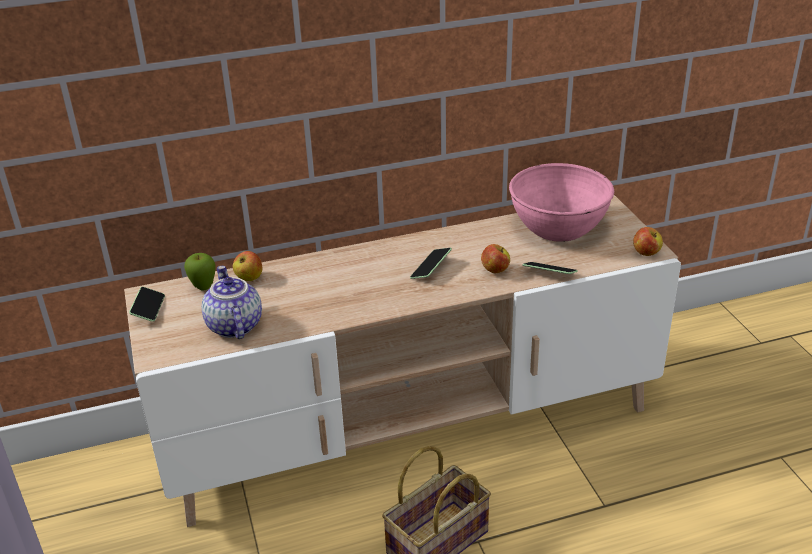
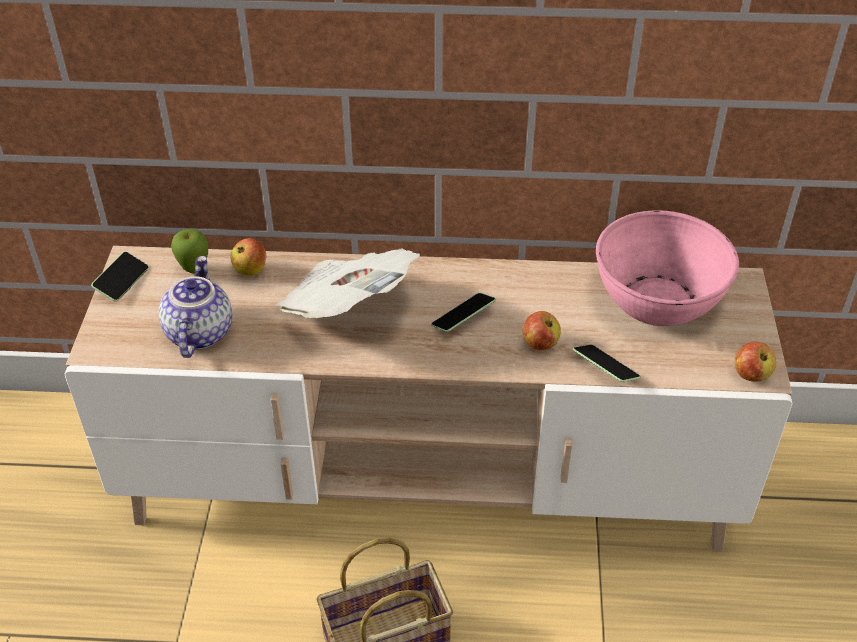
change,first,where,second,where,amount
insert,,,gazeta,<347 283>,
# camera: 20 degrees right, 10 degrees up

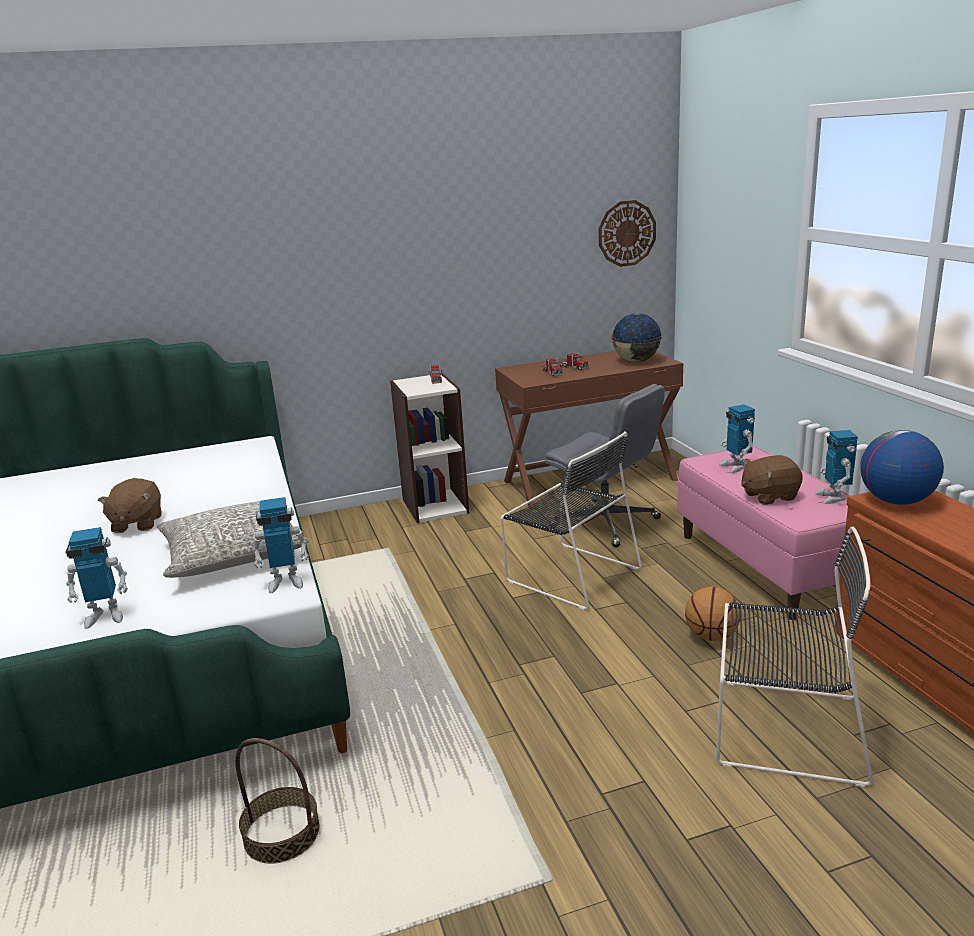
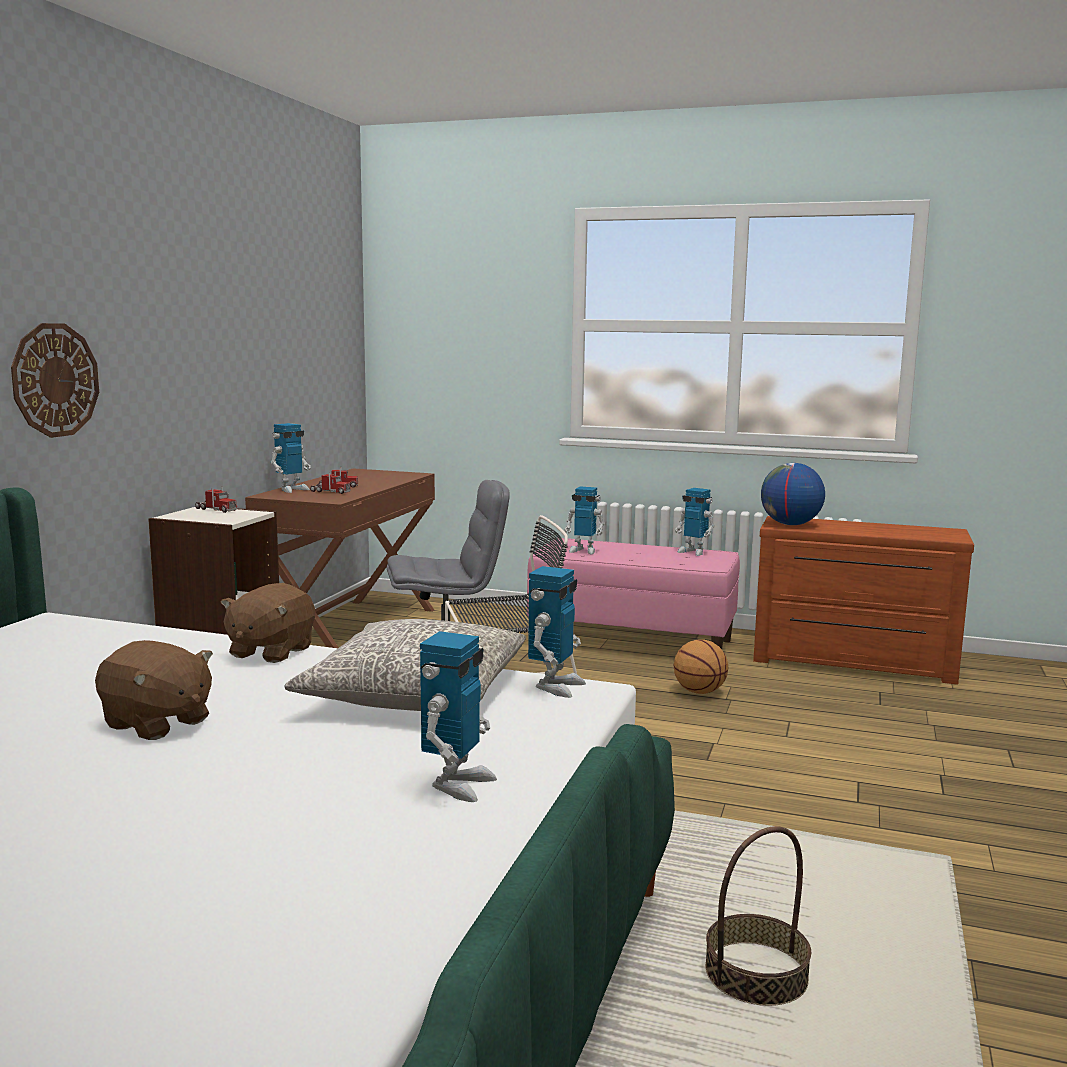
change,first,where,second,where,amount
move,zegar ścienny,<627 233>,,<55 380>,
move,pluszak/brązowy,<772 480>,,<268 623>,
insert,,,robot zabawkowy,<291 458>,
delete,globus,<636 337>,,,
delete,krzesło/czarny,<794 656>,,,
# camera: 55 degrees left, 10 degrees down

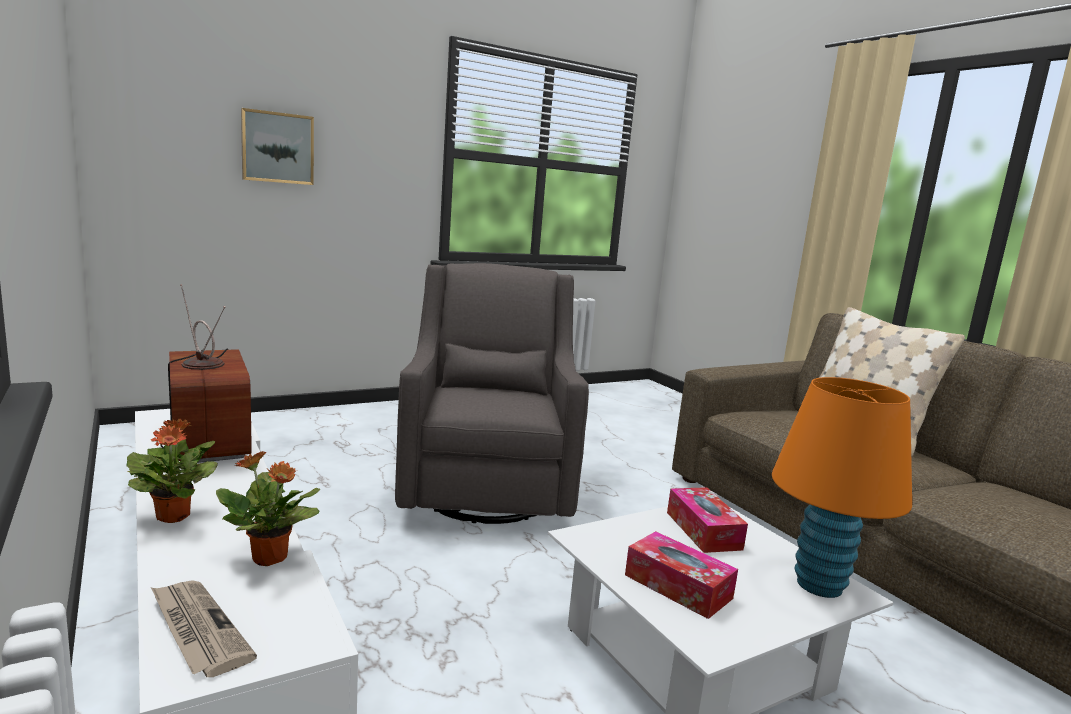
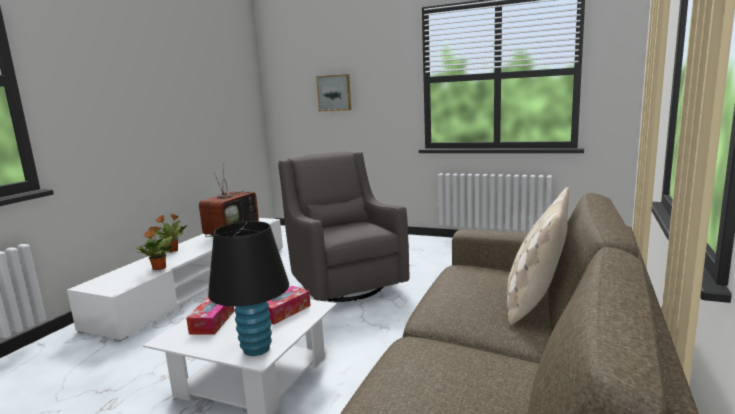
change,first,where,second,where,amount
recolor,lampa stołowa/pomarańczowy,<842 487>,lampa stołowa/czarny,<248 288>,
rotate,fotel/szary,<492 393>,,<343 227>,75 degrees counterclockwise
delete,gazeta,<204 628>,,,
# camera: 55 degrees right, 0 degrees up

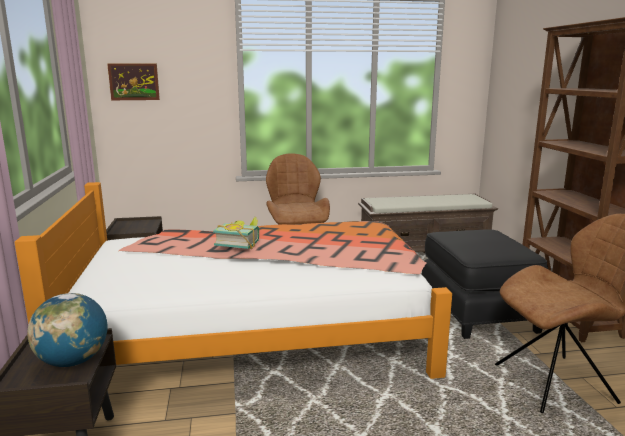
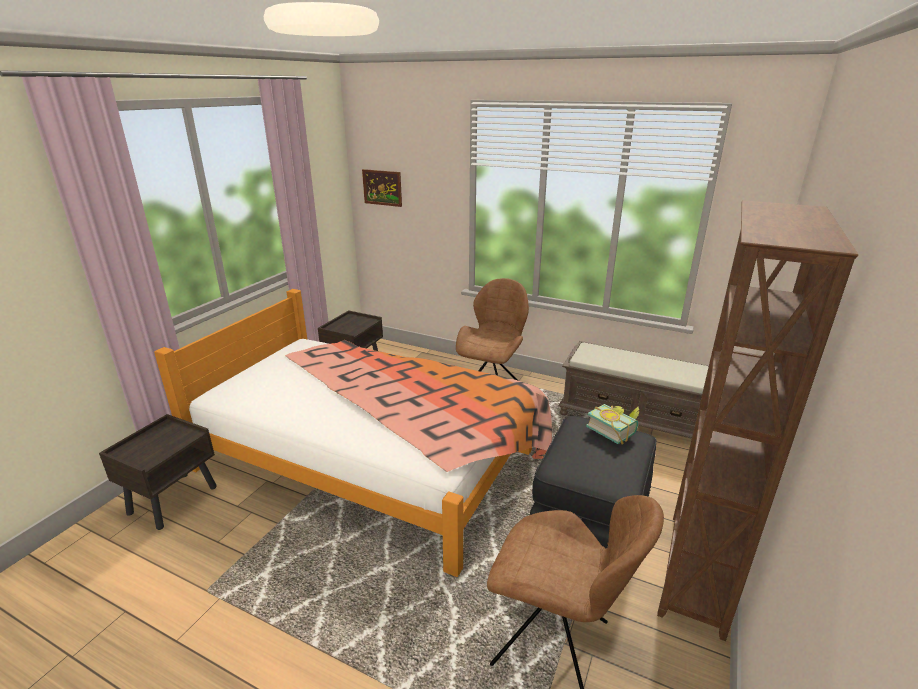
change,first,where,second,where,amount
move,książka,<236 233>,,<612 424>,
delete,globus,<67 330>,,,
# camera: 35 degrees right, 10 degrees up

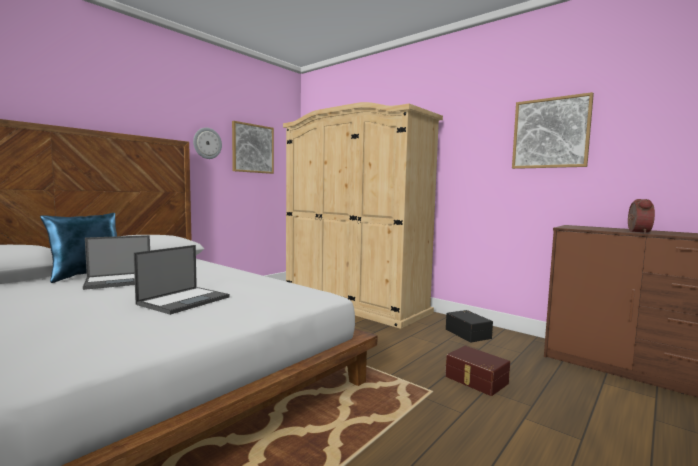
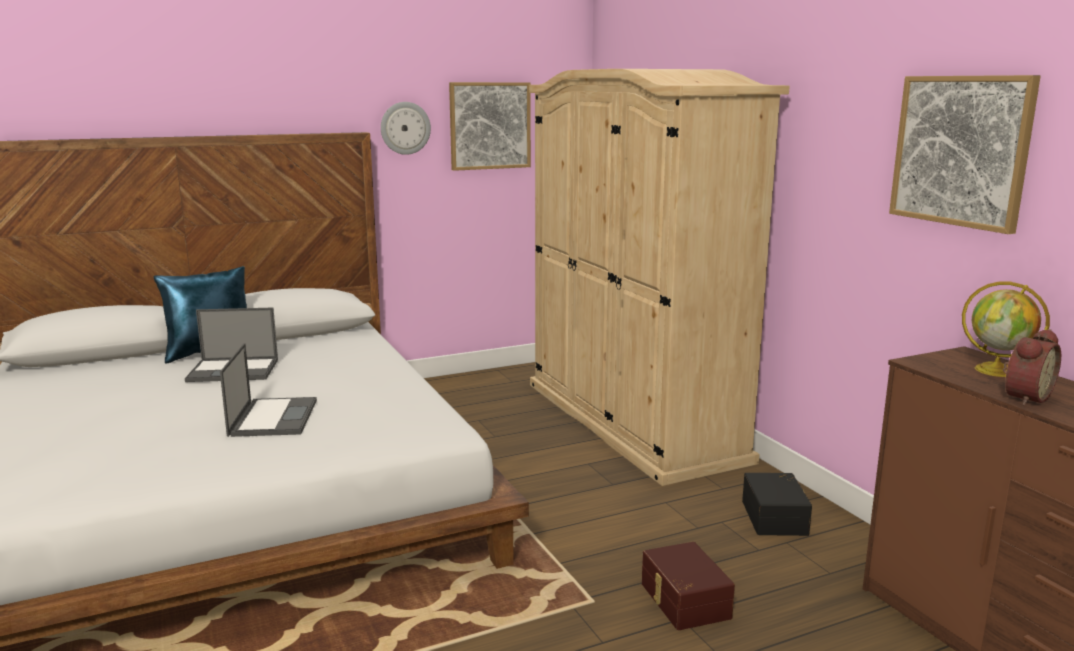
change,first,where,second,where,amount
rotate,laptop,<182 280>,,<268 390>,60 degrees counterclockwise
insert,,,globus,<1006 329>,
# camera: 25 degrees right, 10 degrees up

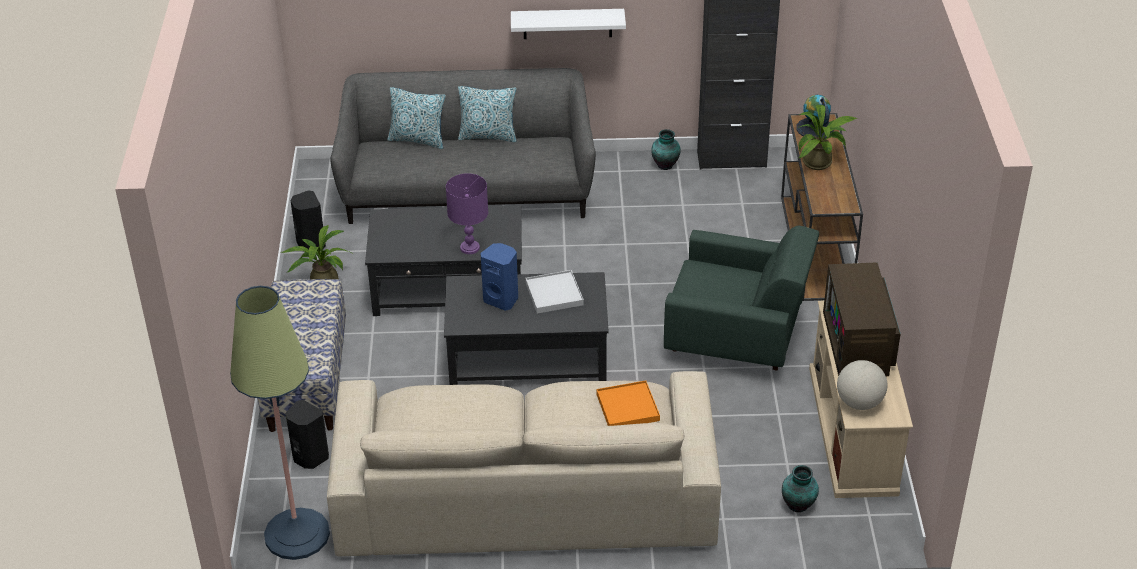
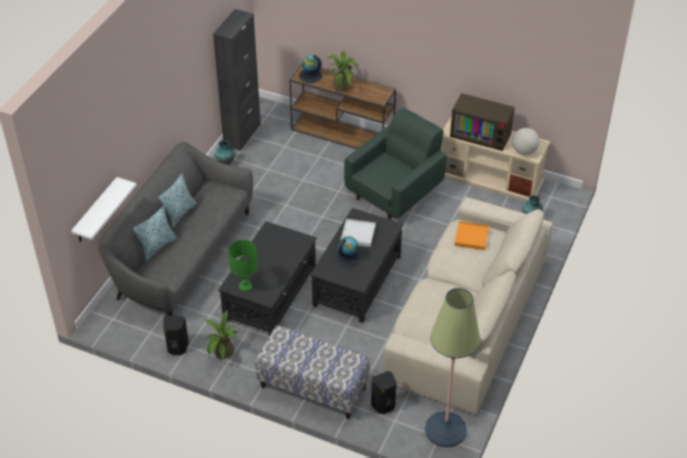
change,first,where,second,where,amount
move,półka/biały,<568 24>,,<104 209>,
insert,,,lampa stołowa/zielony,<243 266>,
replace,głośnik/niebieski,<499 277>,globus,<349 251>,
delete,lampa stołowa/fioletowy,<467 213>,,,
# camera: 65 degrees left, 5 degrees up

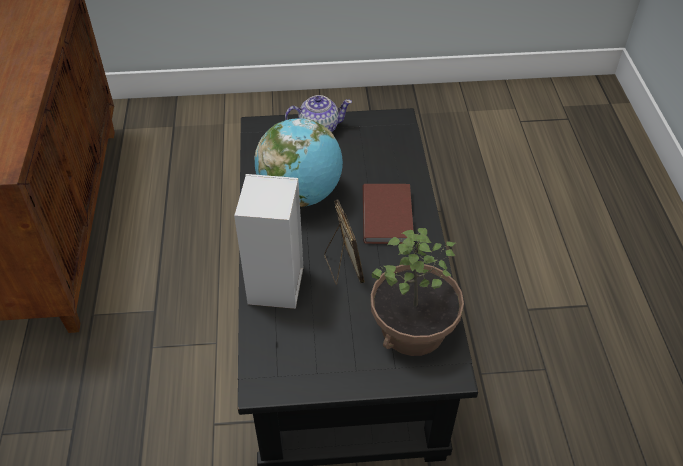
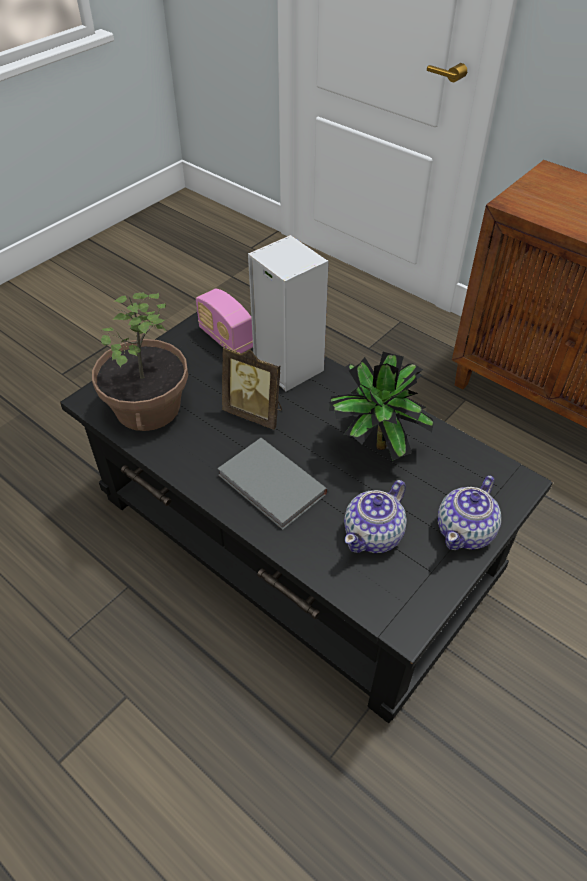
change,first,where,second,where,amount
insert,,,radio,<224 321>,
recolor,książka/brązowy,<388 214>,książka/szary,<272 484>,
replace,globus,<298 162>,roślina doniczkowa,<381 406>,
insert,,,imbryk,<375 516>,
# camera: 135 degrees right, 0 degrees up

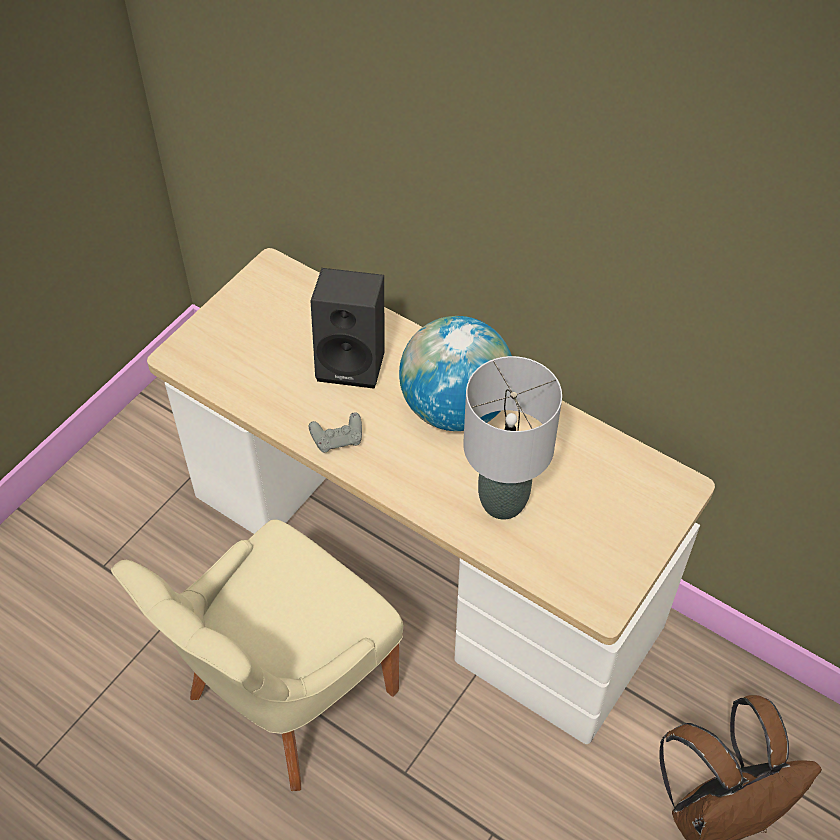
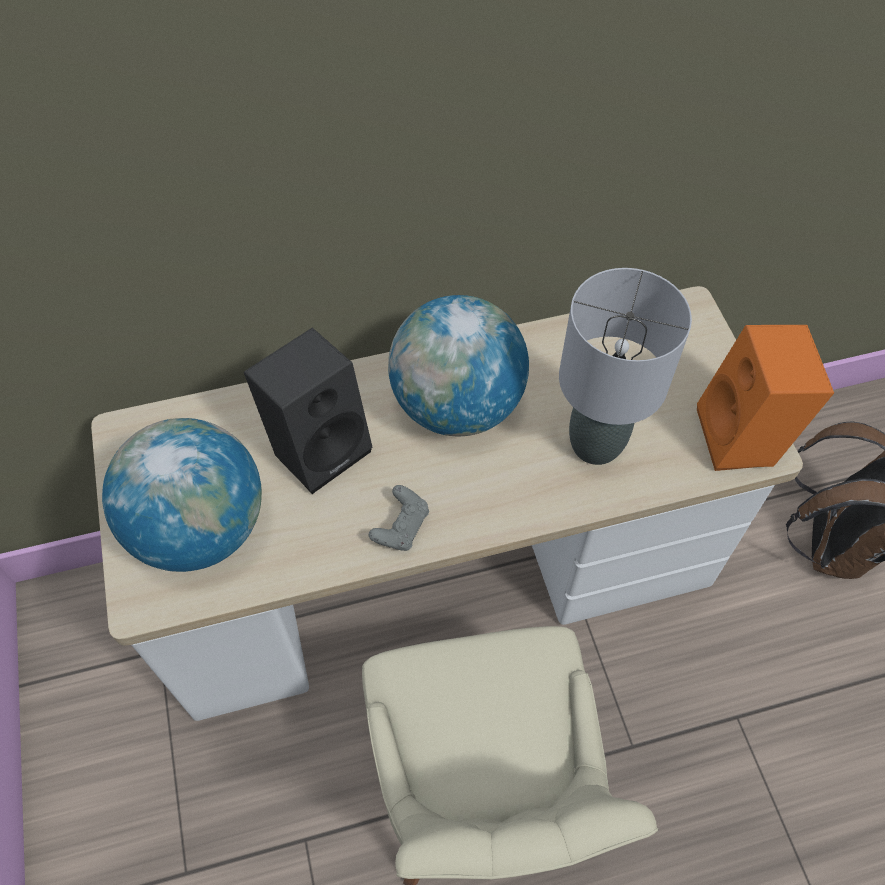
change,first,where,second,where,amount
insert,,,globus,<182 495>,
insert,,,głośnik/pomarańczowy,<765 398>,
# camera: 50 degrees left, 5 degrees up

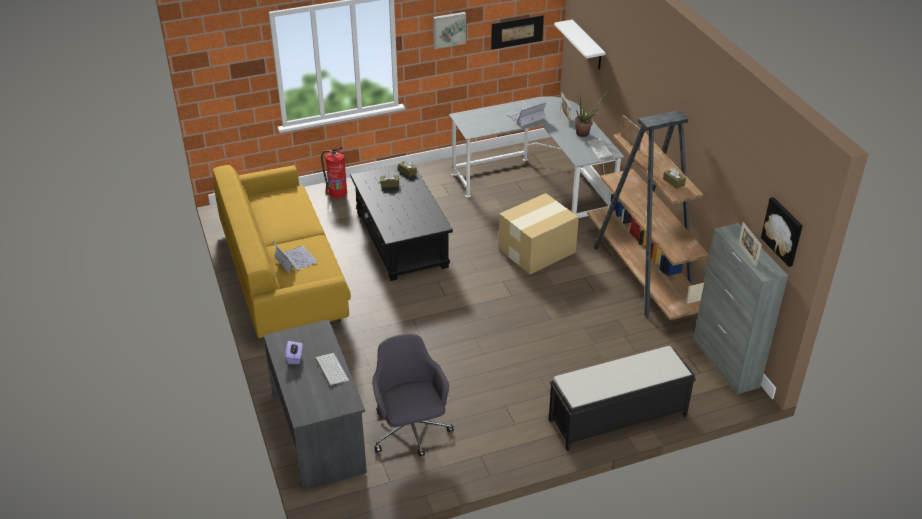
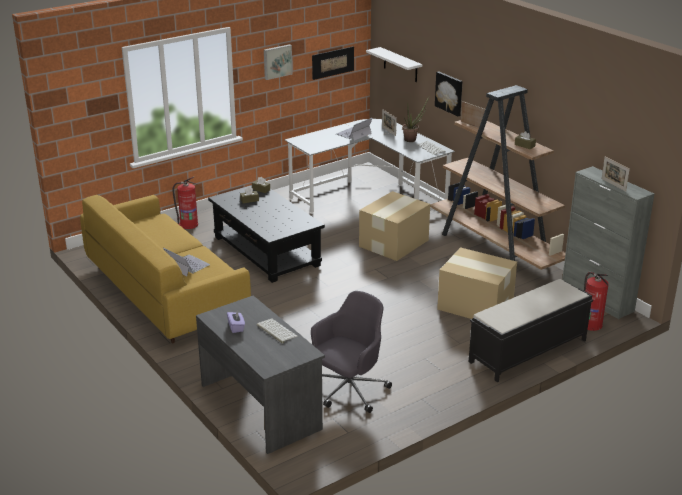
change,first,where,second,where,amount
rotate,krzesło biurowe/szary,<413 395>,,<351 352>,75 degrees clockwise
move,obraz,<782 232>,,<448 93>,
insert,,,karton,<477 283>,
insert,,,gaśnica,<596 301>,
# camera: 15 degrees left, 10 degrees down

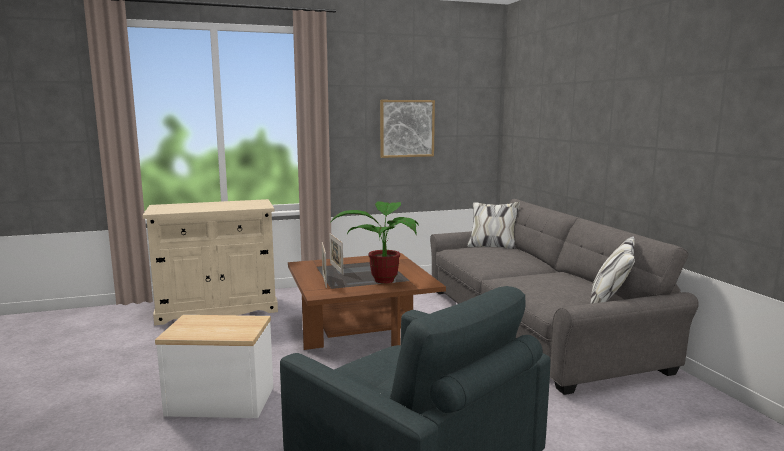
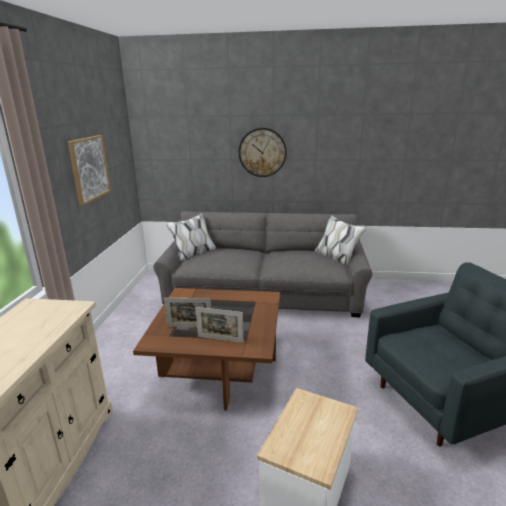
change,first,where,second,where,amount
insert,,,zegar ścienny,<263 152>,
delete,roślina doniczkowa,<374 242>,,,
# camera: 65 degrees left, 10 degrees up

